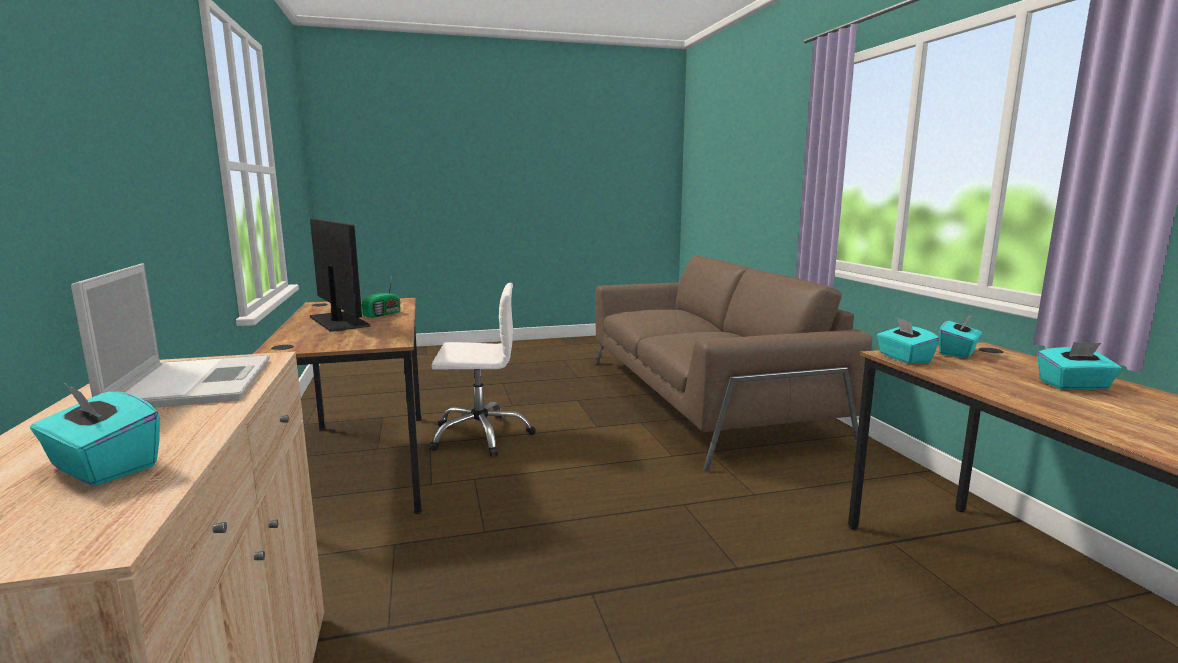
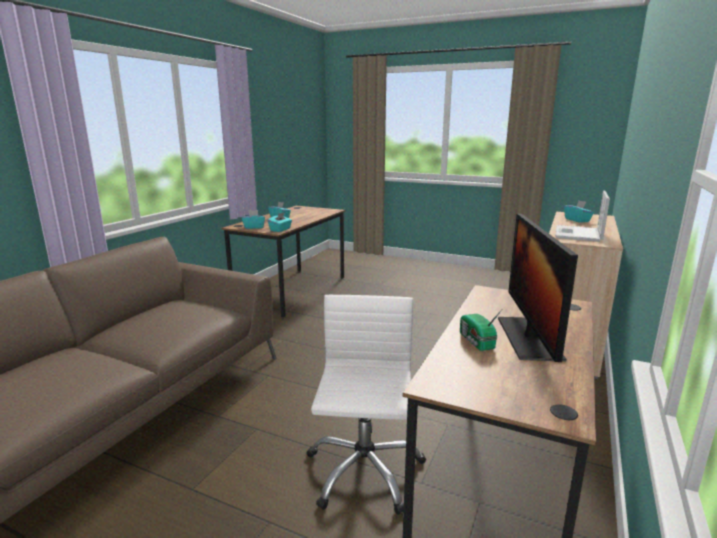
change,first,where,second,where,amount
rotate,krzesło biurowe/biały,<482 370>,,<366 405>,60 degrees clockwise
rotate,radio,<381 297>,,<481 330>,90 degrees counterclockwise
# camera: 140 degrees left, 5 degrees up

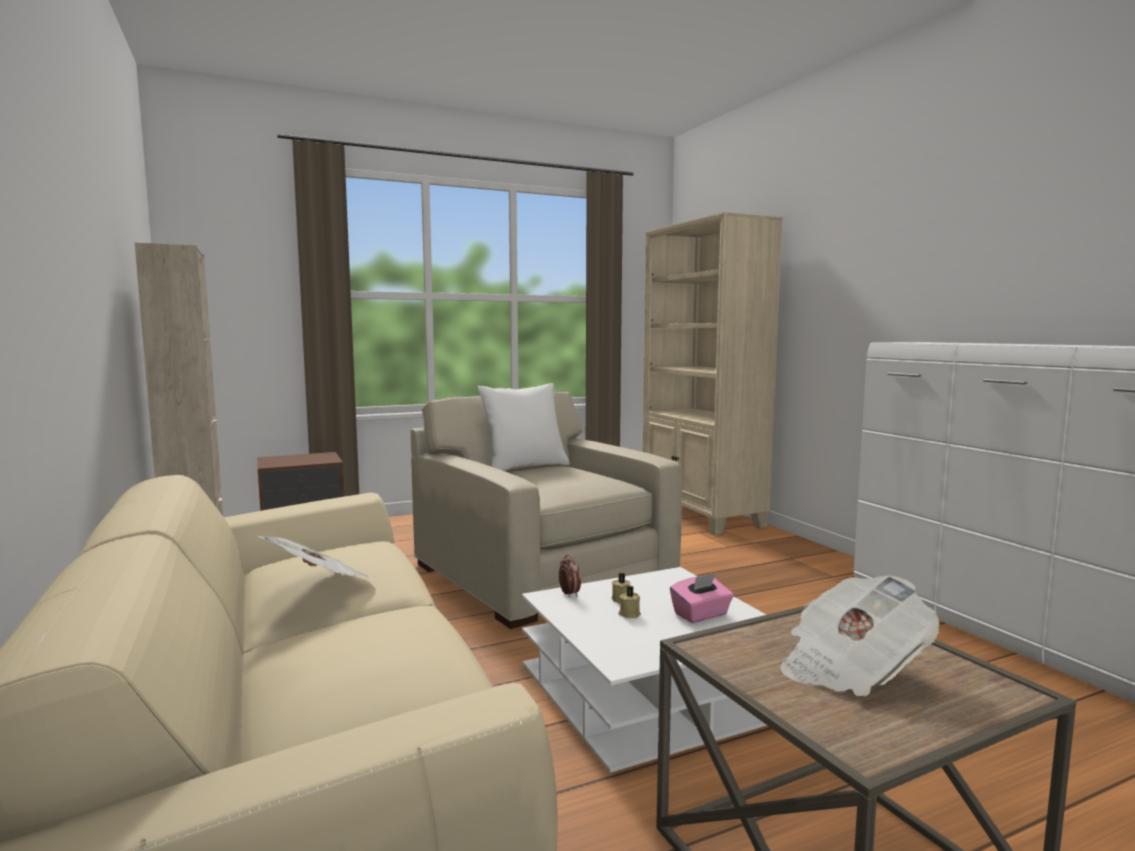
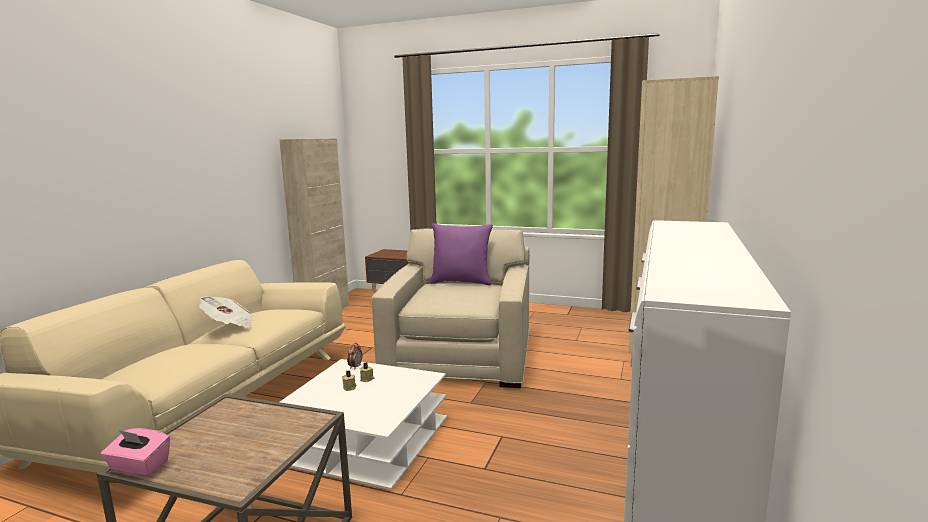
change,first,where,second,where,amount
move,pudełko chusteczek/różowy,<702 598>,,<135 452>,
recolor,poduszka/biały,<524 427>,poduszka/fioletowy,<461 254>,
delete,gazeta,<859 636>,,,
# camera: 45 degrees right, 5 degrees up

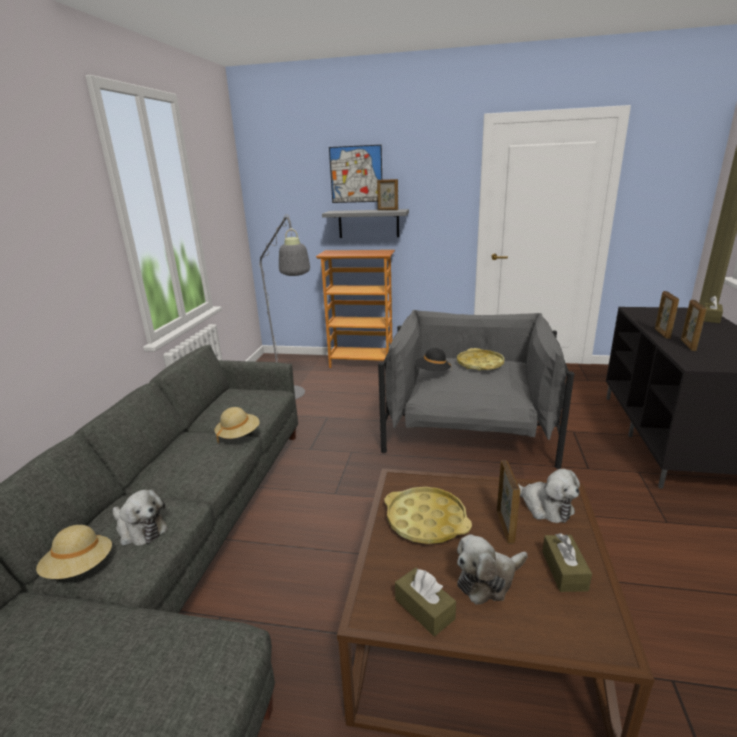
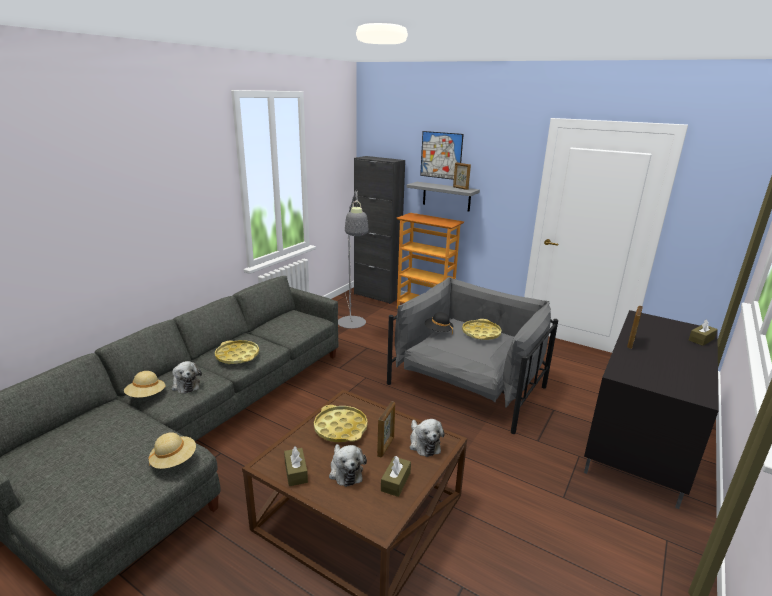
change,first,where,second,where,amount
move,kapelusz/beżowy,<237 425>,,<172 450>,
insert,,,taca/żółty,<237 352>,
rotate,pluszak,<492 569>,,<348 465>,105 degrees counterclockwise
insert,,,szafka/czarny,<379 230>,
delete,ramka na zdjęcie,<694 325>,,,
# camera: 20 degrees right, 0 degrees up

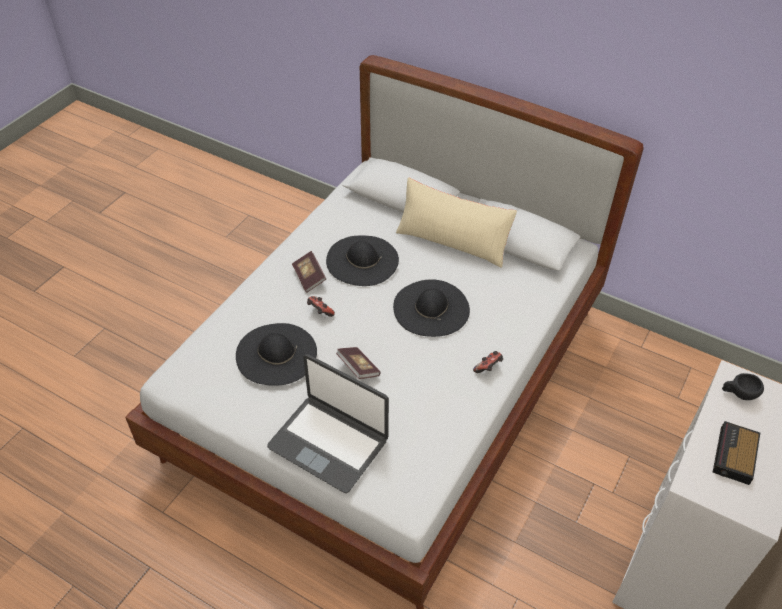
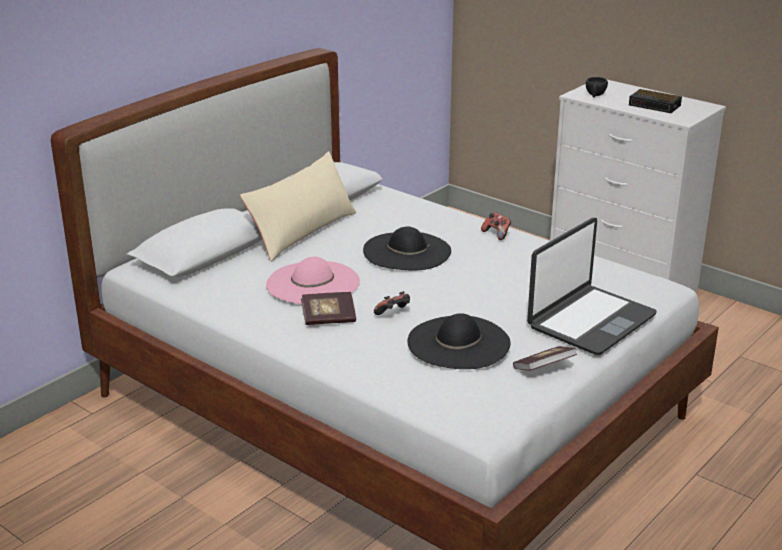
change,first,where,second,where,amount
recolor,kapelusz/czarny,<362 261>,kapelusz/różowy,<313 280>,
move,książka,<358 363>,,<545 358>,
# camera: 80 degrees left, 20 degrees down

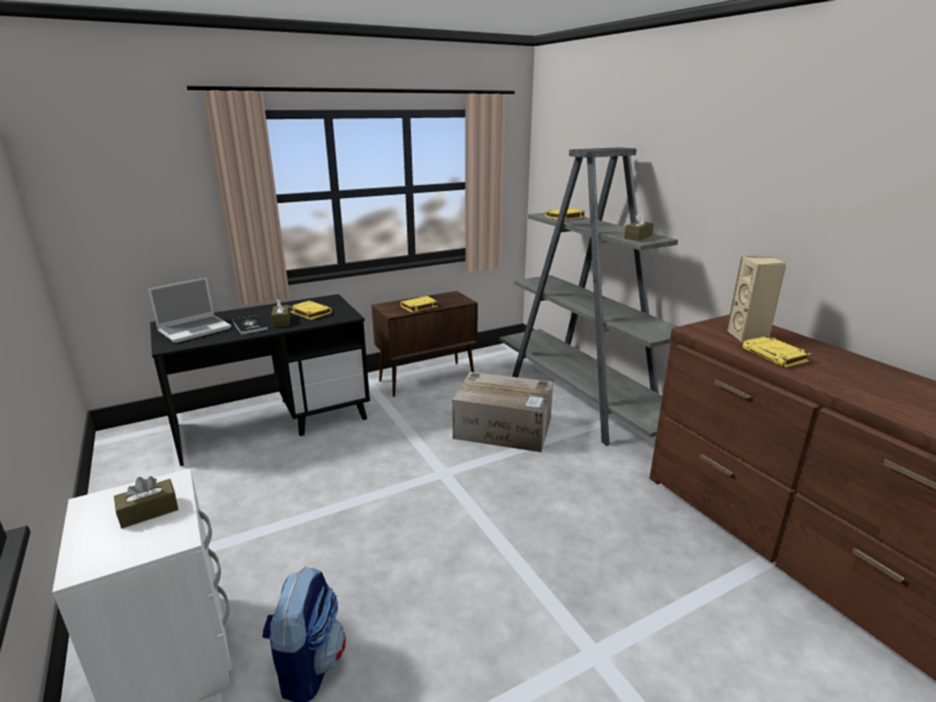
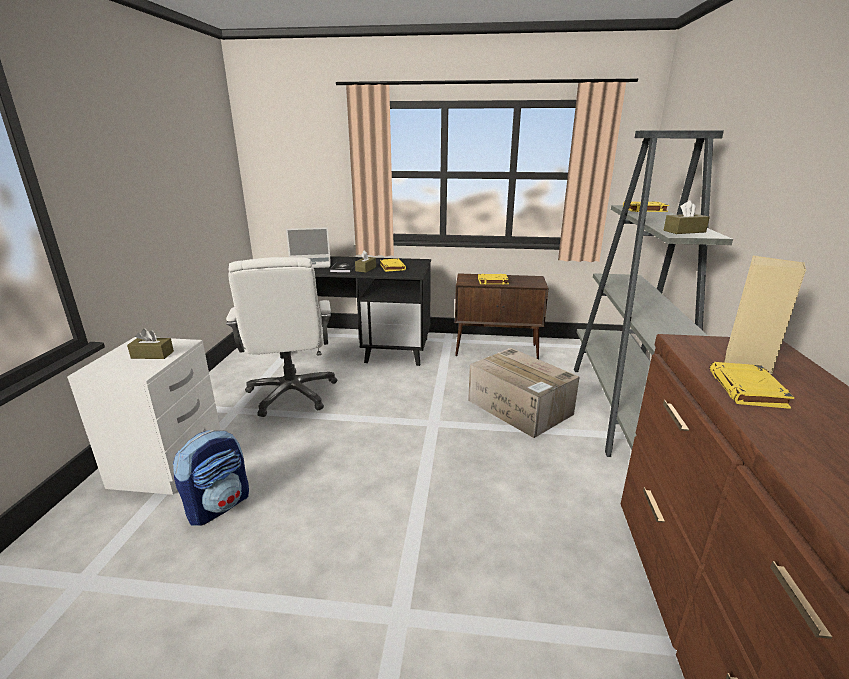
change,first,where,second,where,amount
insert,,,krzesło biurowe/biały,<281 337>,
# camera: 35 degrees right, 0 degrees up

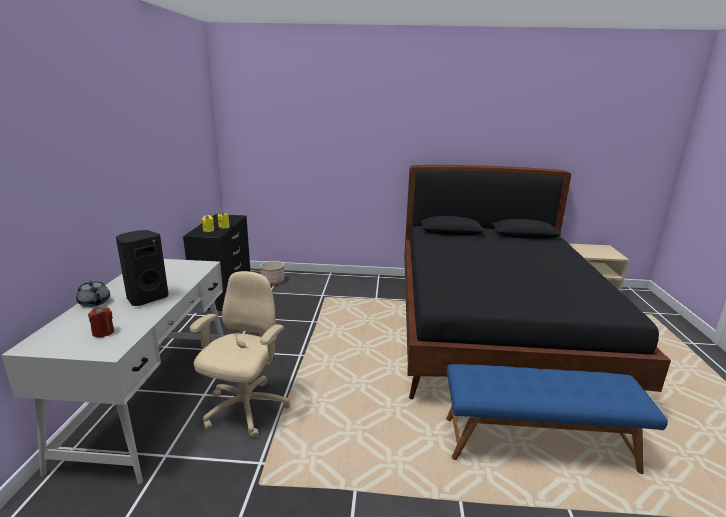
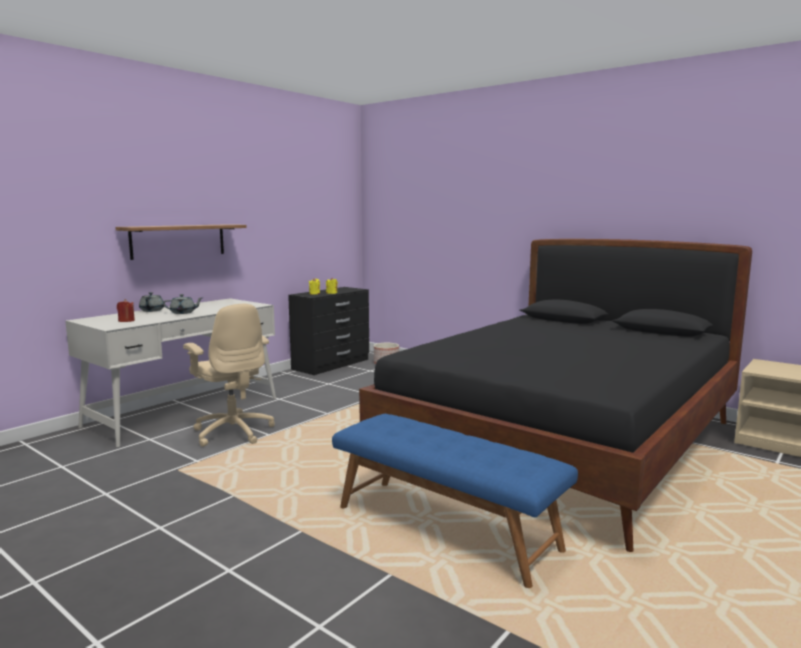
change,first,where,second,where,amount
insert,,,półka,<181 242>,
replace,głośnik/czarny,<142 268>,imbryk/szary,<182 304>,
rotate,krzesło biurowe/beżowy,<240 354>,,<229 375>,90 degrees clockwise
# camera: 35 degrees right, 10 degrees down

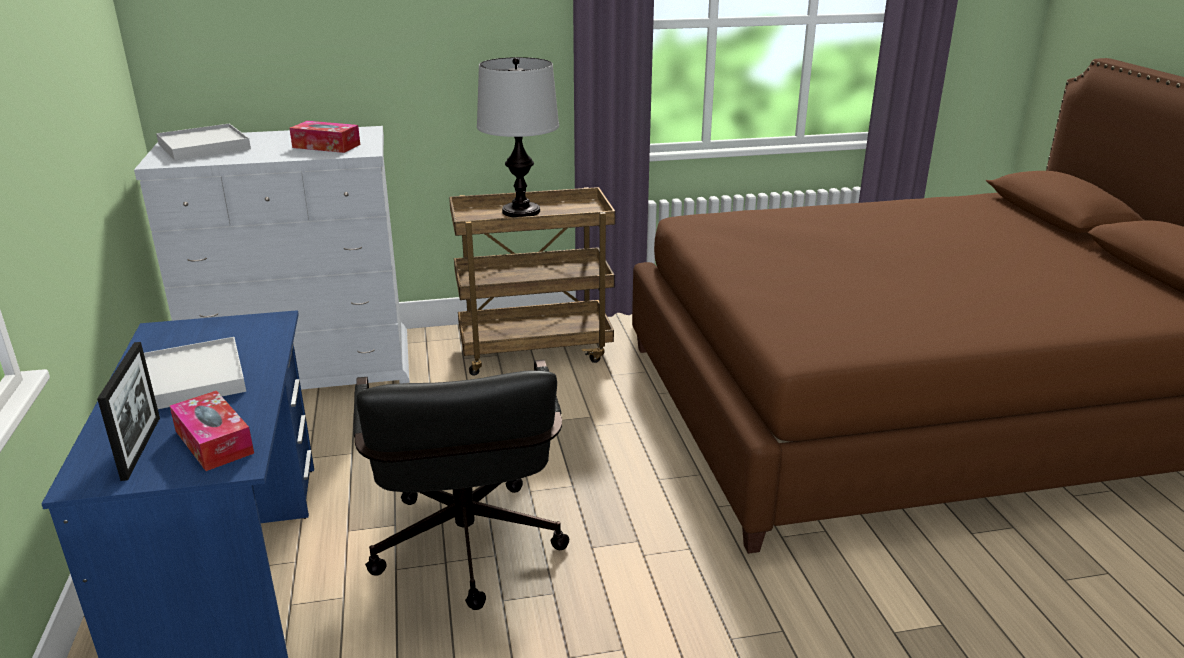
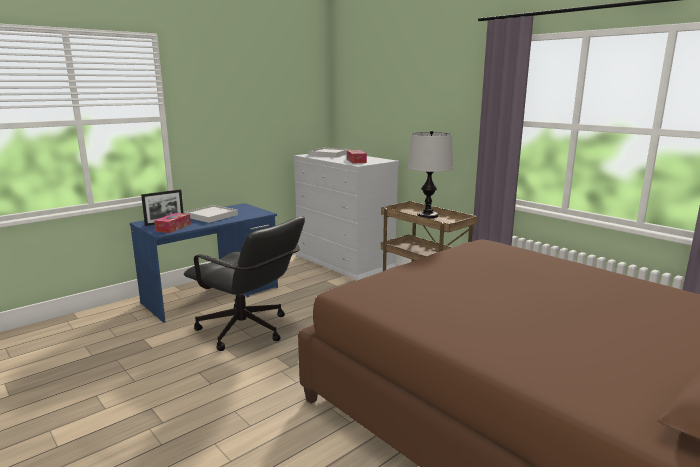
change,first,where,second,where,amount
rotate,krzesło biurowe/czarny,<461 485>,,<244 284>,105 degrees counterclockwise
# camera: 60 degrees right, 10 degrees down

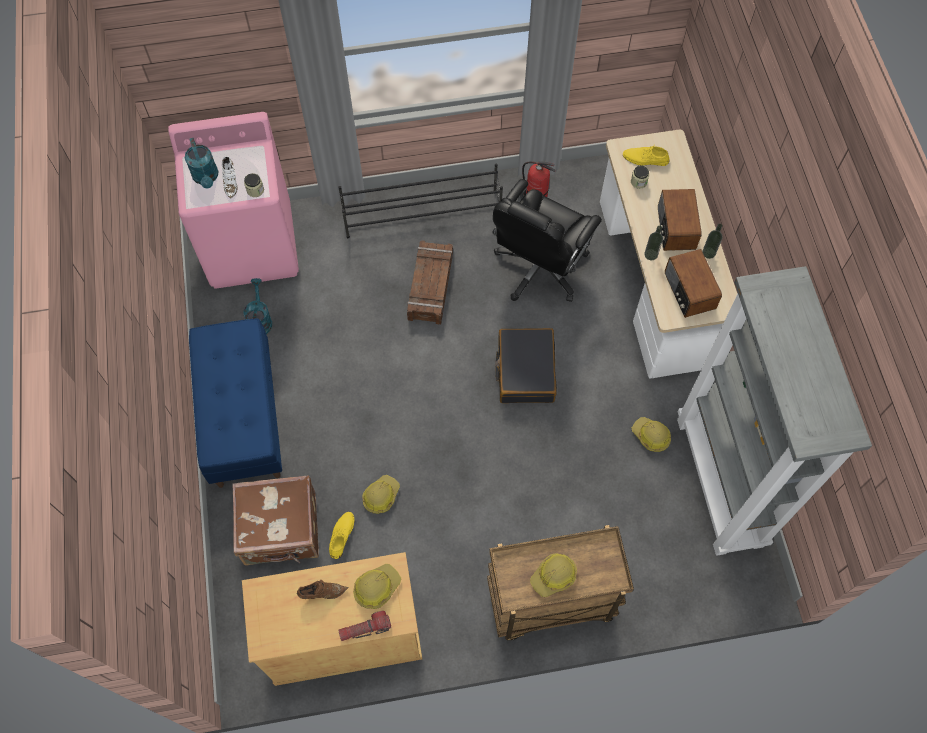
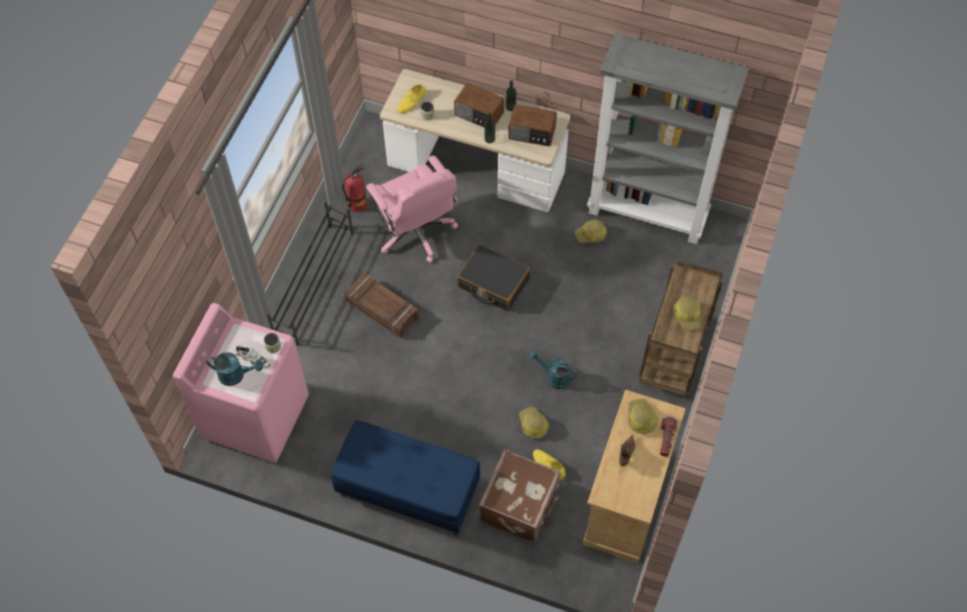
change,first,where,second,where,amount
recolor,krzesło biurowe/czarny,<547 240>,krzesło biurowe/różowy,<412 209>,
move,konewka/turkusowy,<257 306>,,<553 370>,
# camera: 60 degrees left, 5 degrees down

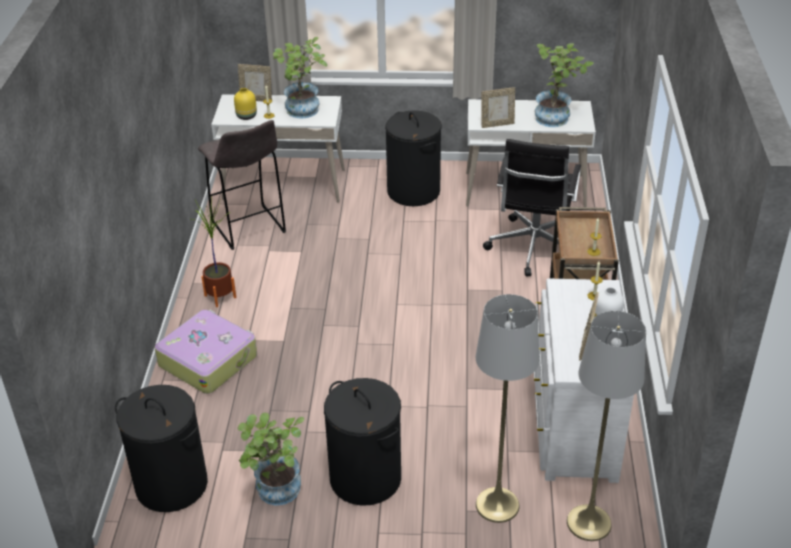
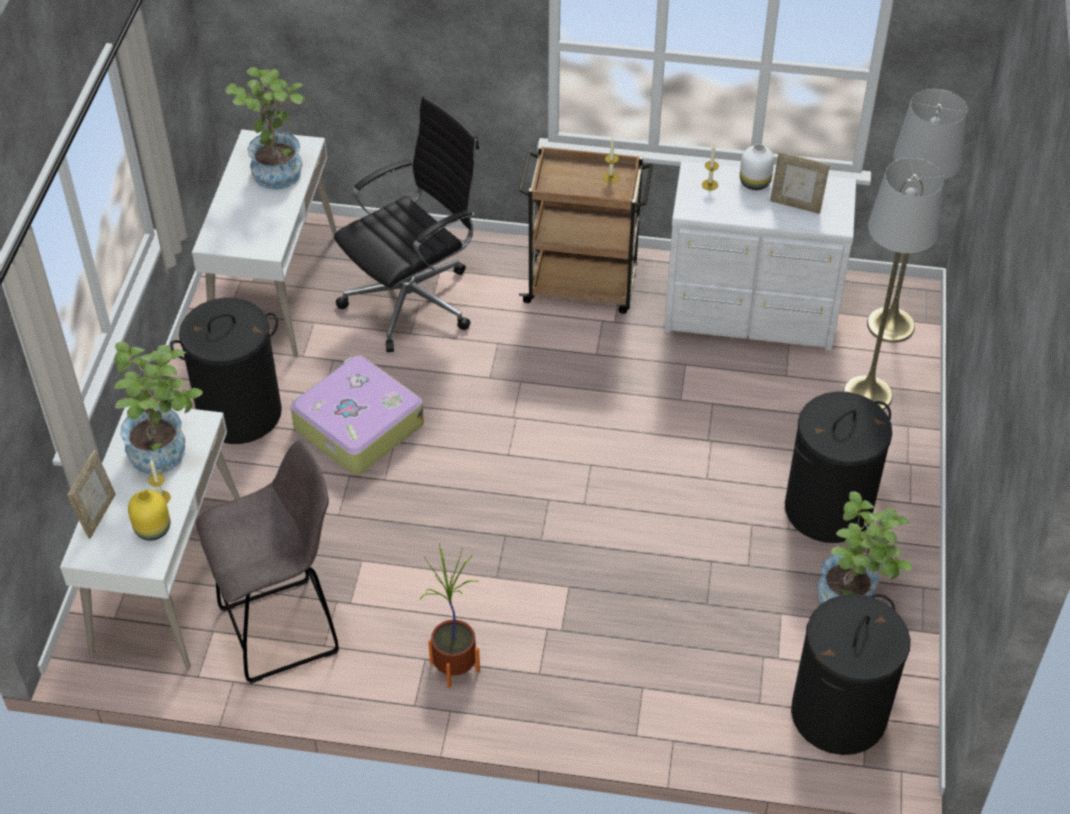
change,first,where,second,where,amount
move,walizka,<205 352>,,<357 415>,
rotate,krzesło biurowe/czarny,<532 207>,,<406 224>,60 degrees counterclockwise
delete,ramka na zdjęcie,<498 107>,,,
# camera: 85 degrees left, 10 degrees up

